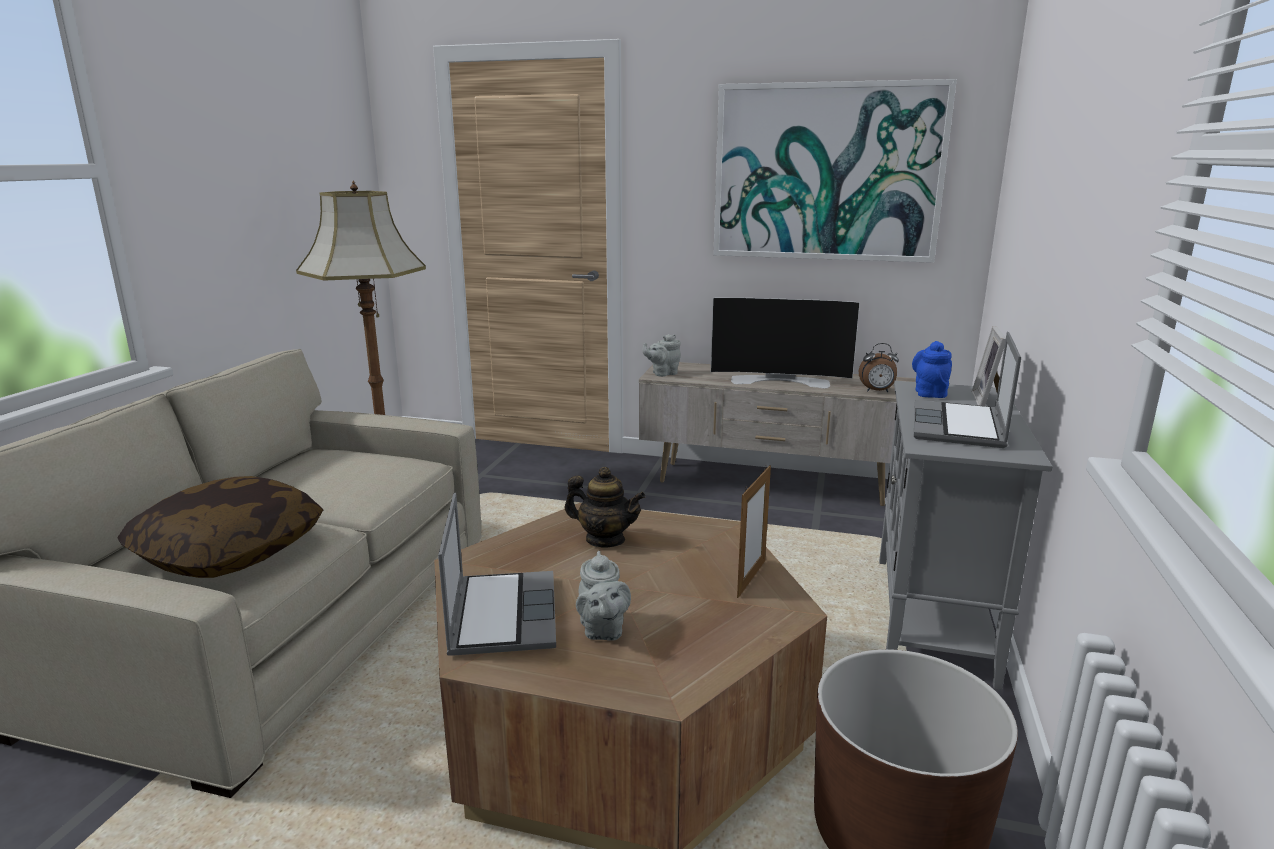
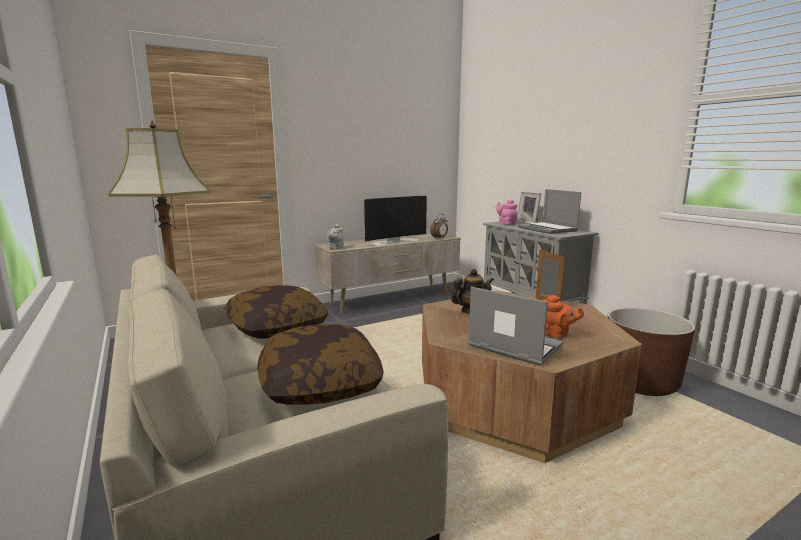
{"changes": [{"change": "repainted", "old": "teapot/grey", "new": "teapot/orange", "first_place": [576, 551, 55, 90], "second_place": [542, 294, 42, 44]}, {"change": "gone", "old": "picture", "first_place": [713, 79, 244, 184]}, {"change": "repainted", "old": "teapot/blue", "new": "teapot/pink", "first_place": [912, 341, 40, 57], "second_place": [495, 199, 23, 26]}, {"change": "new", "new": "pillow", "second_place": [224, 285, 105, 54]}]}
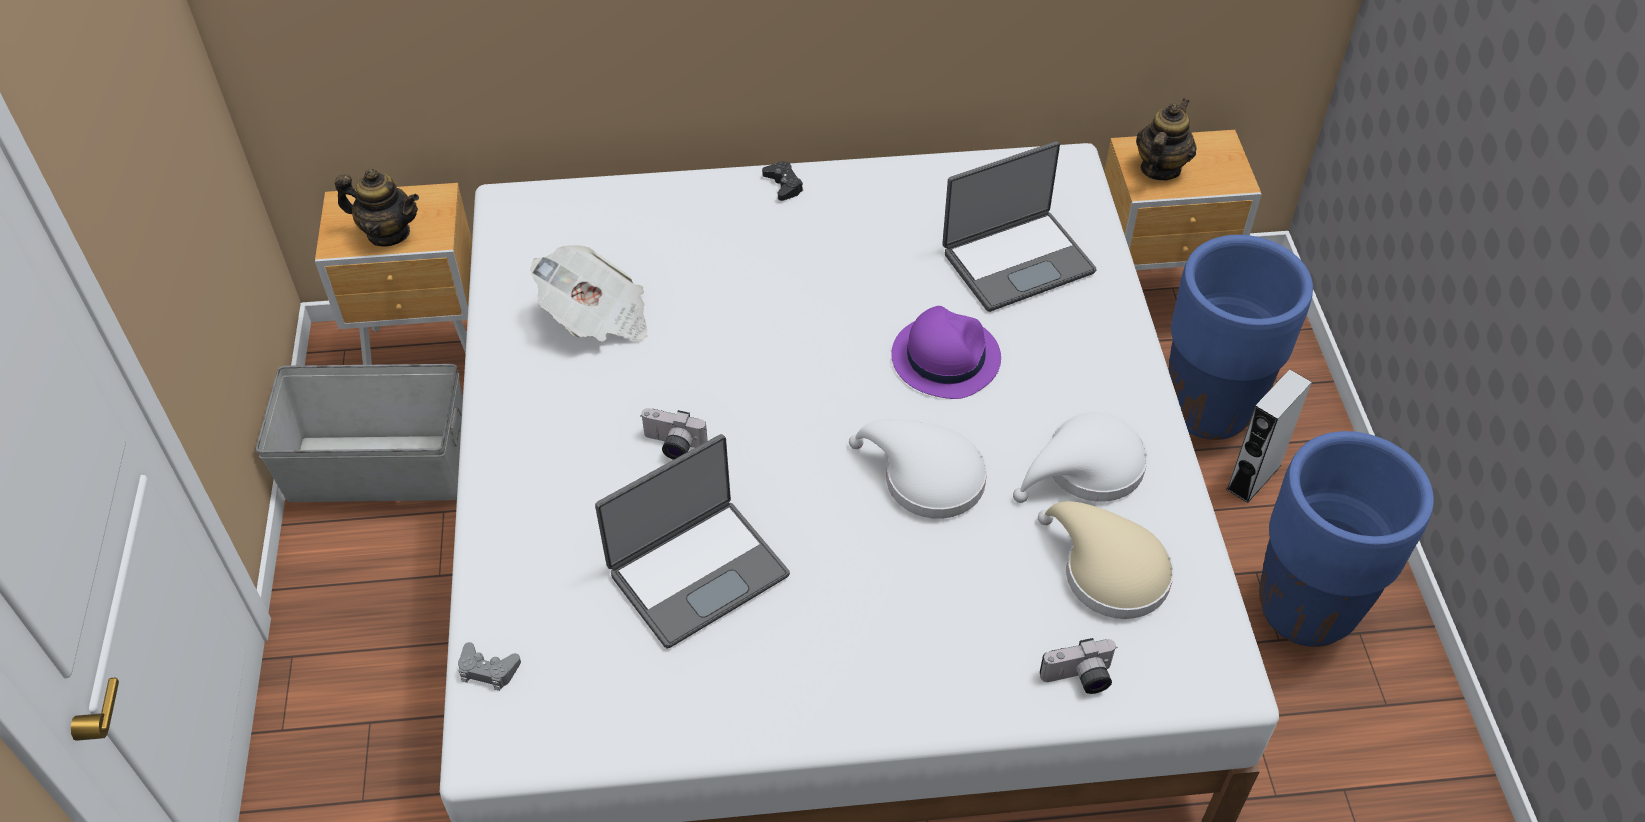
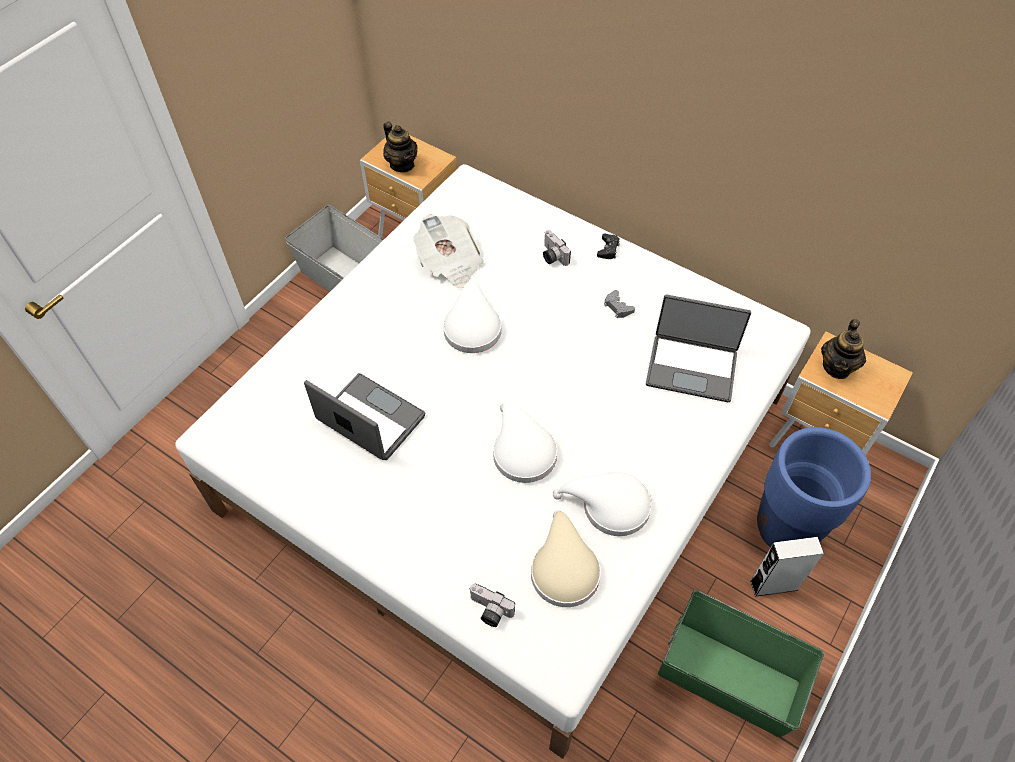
{"changes": [{"change": "shifted", "old": "game controller/grey", "first_place": [458, 642, 63, 49], "second_place": [604, 290, 31, 28]}, {"change": "rotated", "old": "laptop", "first_place": [595, 434, 195, 214], "second_place": [304, 373, 121, 87], "degrees": -150}, {"change": "shifted", "old": "photo camera", "first_place": [640, 408, 68, 52], "second_place": [543, 230, 28, 36]}, {"change": "gone", "old": "hat/purple", "first_place": [891, 306, 110, 93]}, {"change": "rotated", "old": "teapot", "first_place": [1136, 98, 61, 82], "second_place": [821, 319, 45, 60], "degrees": 135}, {"change": "swapped", "old": "planter/blue", "new": "storage box/green", "first_place": [1259, 431, 175, 216], "second_place": [658, 590, 166, 147]}, {"change": "new", "new": "hat/white", "second_place": [443, 281, 59, 72]}]}
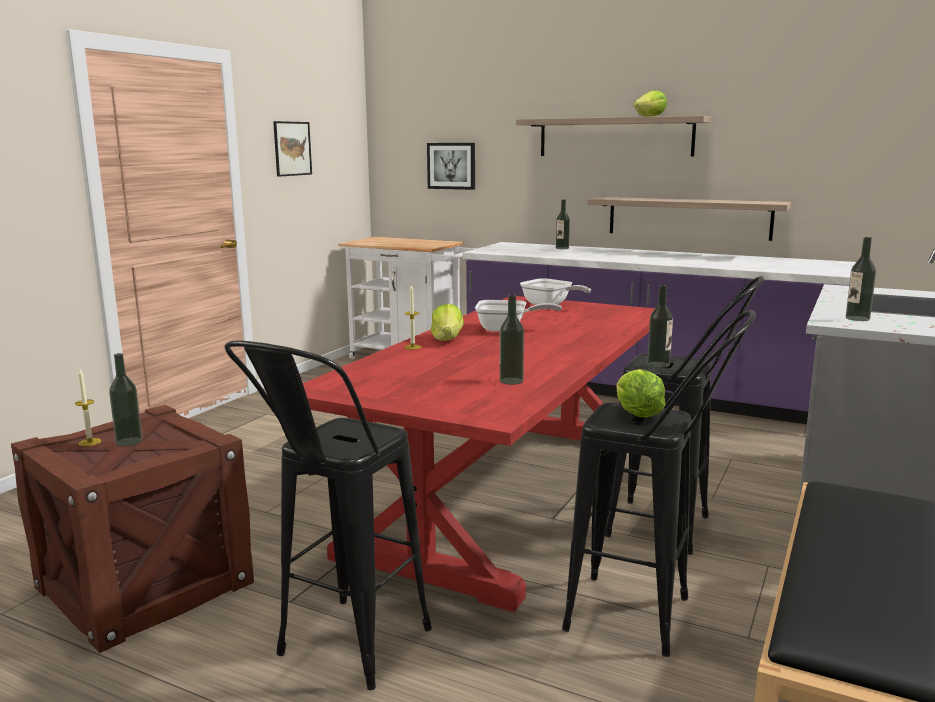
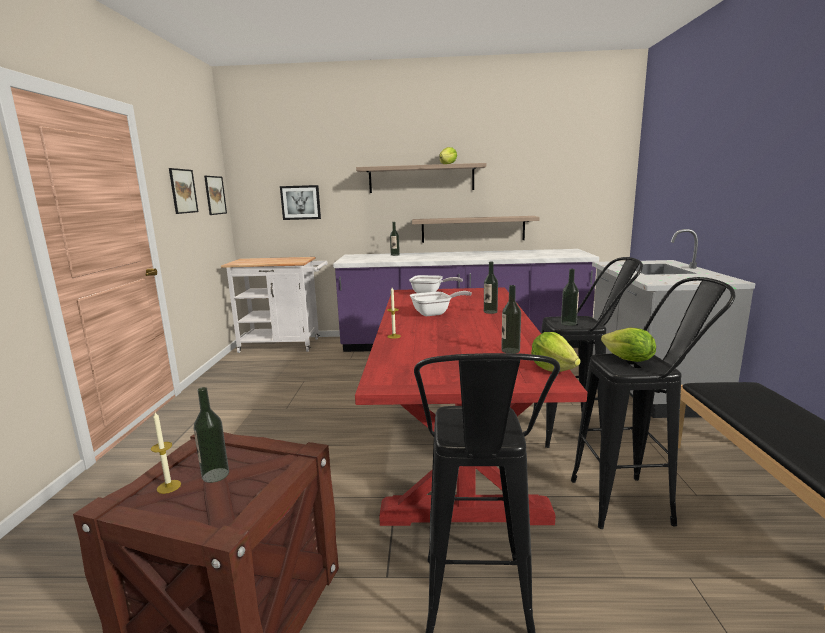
{"changes": [{"change": "shifted", "old": "lettuce", "first_place": [431, 304, 33, 37], "second_place": [531, 332, 50, 40]}, {"change": "shifted", "old": "bottle", "first_place": [846, 237, 30, 84], "second_place": [484, 262, 14, 52]}, {"change": "new", "new": "picture", "second_place": [204, 176, 23, 39]}]}
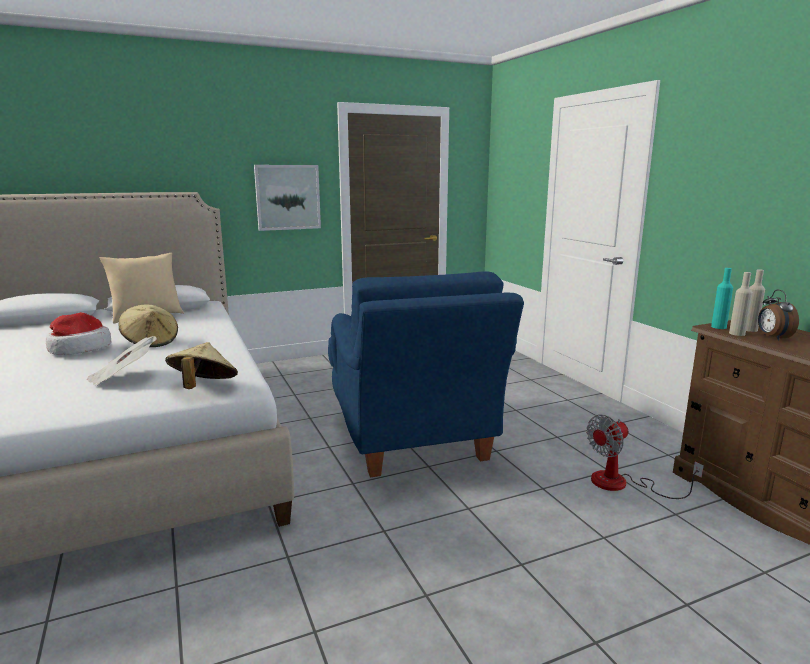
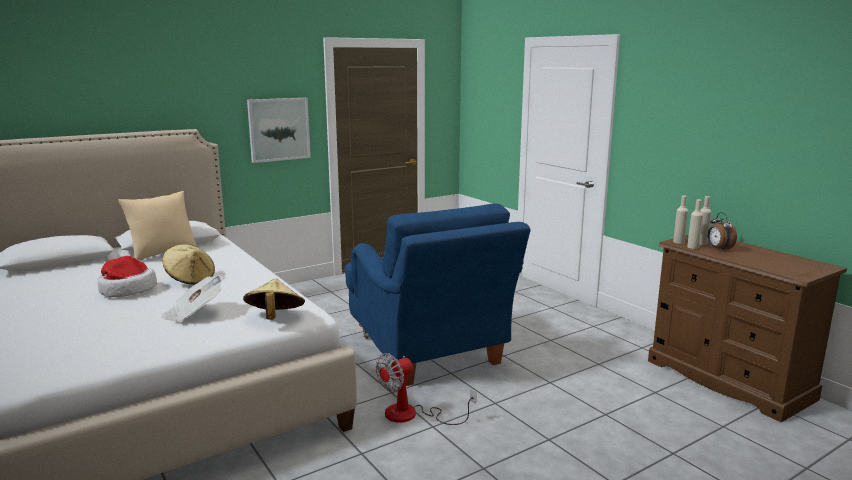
{"changes": [{"change": "shifted", "old": "fan", "first_place": [586, 415, 118, 84], "second_place": [376, 353, 100, 72]}, {"change": "repainted", "old": "bottle/turquoise", "new": "bottle/beige", "first_place": [711, 268, 22, 61], "second_place": [673, 195, 15, 49]}]}
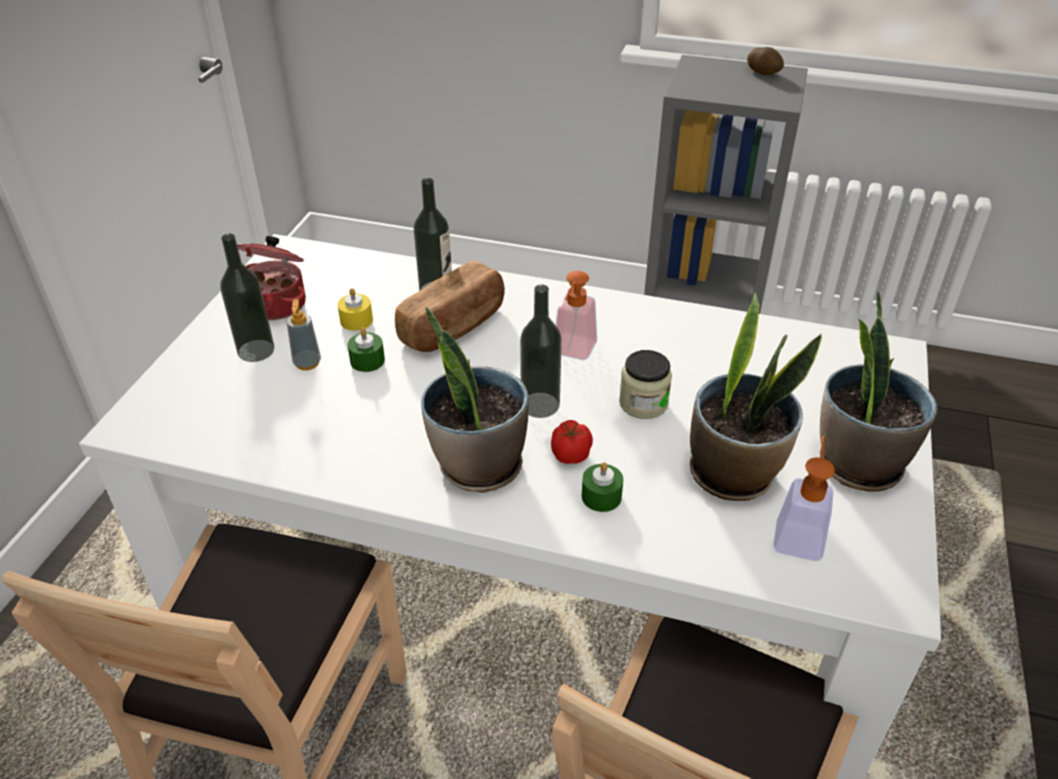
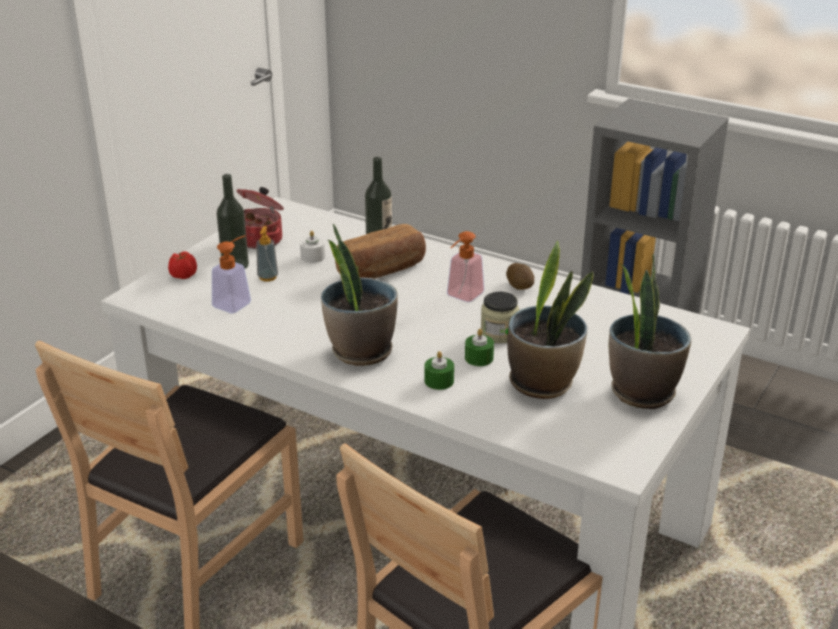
{"changes": [{"change": "repainted", "old": "candle/yellow", "new": "candle/white", "first_place": [337, 288, 36, 43], "second_place": [300, 231, 25, 32]}, {"change": "shifted", "old": "candle/green", "first_place": [348, 328, 37, 44], "second_place": [465, 329, 29, 37]}, {"change": "gone", "old": "bottle", "first_place": [520, 284, 42, 134]}, {"change": "shifted", "old": "tomato", "first_place": [551, 420, 42, 44], "second_place": [168, 251, 29, 28]}, {"change": "shifted", "old": "potato", "first_place": [747, 47, 37, 28], "second_place": [506, 263, 28, 27]}, {"change": "shifted", "old": "soap dispenser", "first_place": [773, 436, 62, 125], "second_place": [212, 235, 39, 78]}]}
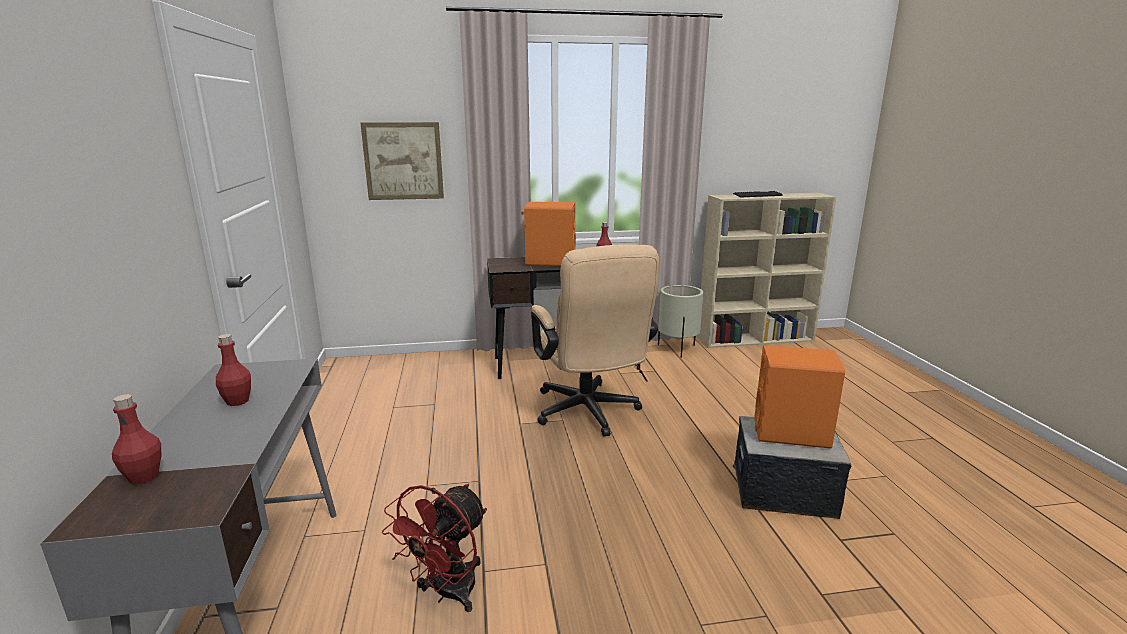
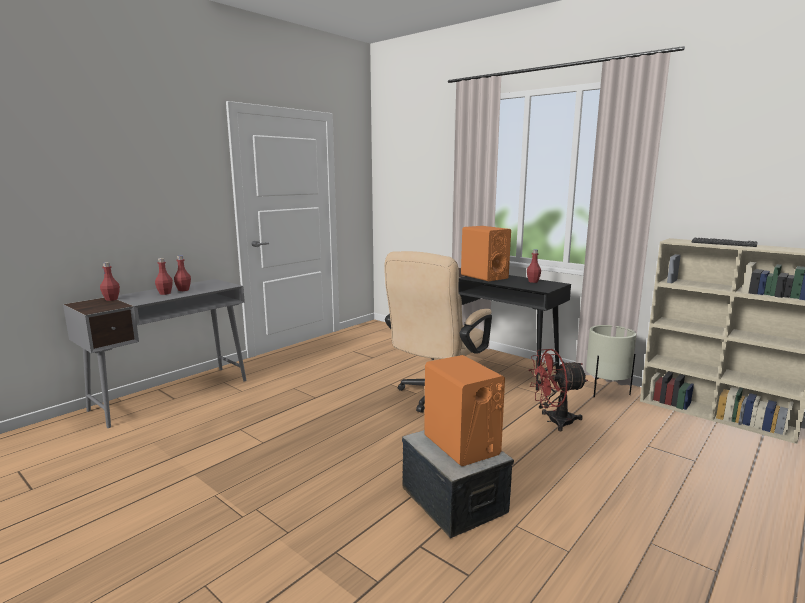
{"changes": [{"change": "gone", "old": "picture", "first_place": [360, 122, 84, 78]}, {"change": "shifted", "old": "fan/red", "first_place": [382, 484, 105, 128], "second_place": [528, 349, 60, 82]}, {"change": "new", "new": "bottle/red", "second_place": [155, 258, 18, 37]}]}
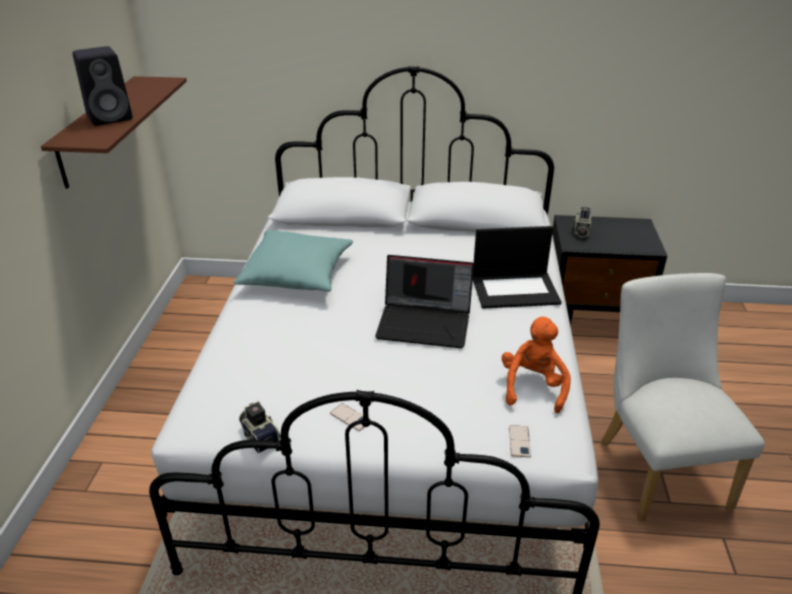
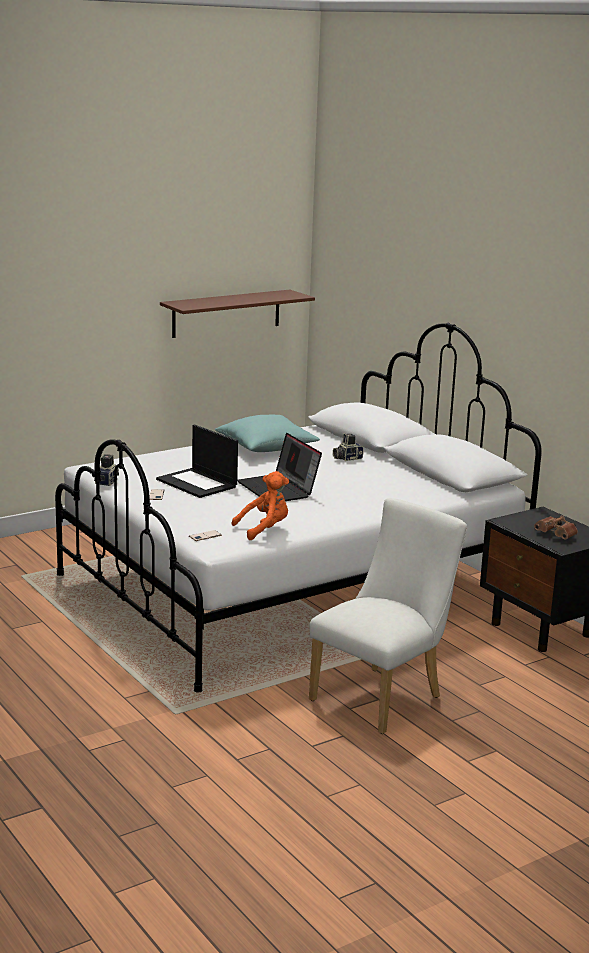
{"changes": [{"change": "gone", "old": "speaker/black", "first_place": [73, 46, 60, 80]}, {"change": "shifted", "old": "laptop", "first_place": [473, 226, 89, 83], "second_place": [156, 424, 82, 74]}, {"change": "shifted", "old": "photo camera", "first_place": [573, 207, 18, 31], "second_place": [333, 433, 30, 28]}, {"change": "new", "new": "binoculars/brown", "second_place": [534, 515, 44, 25]}]}
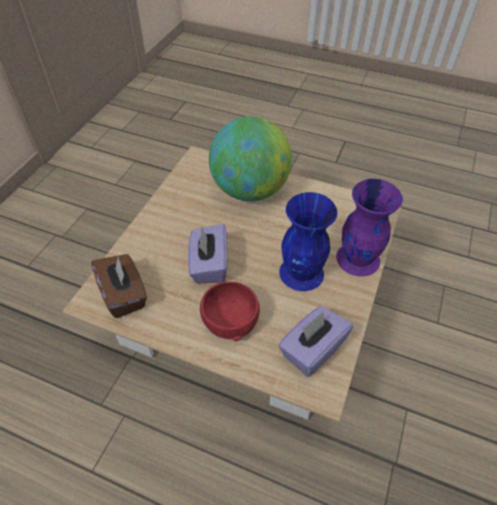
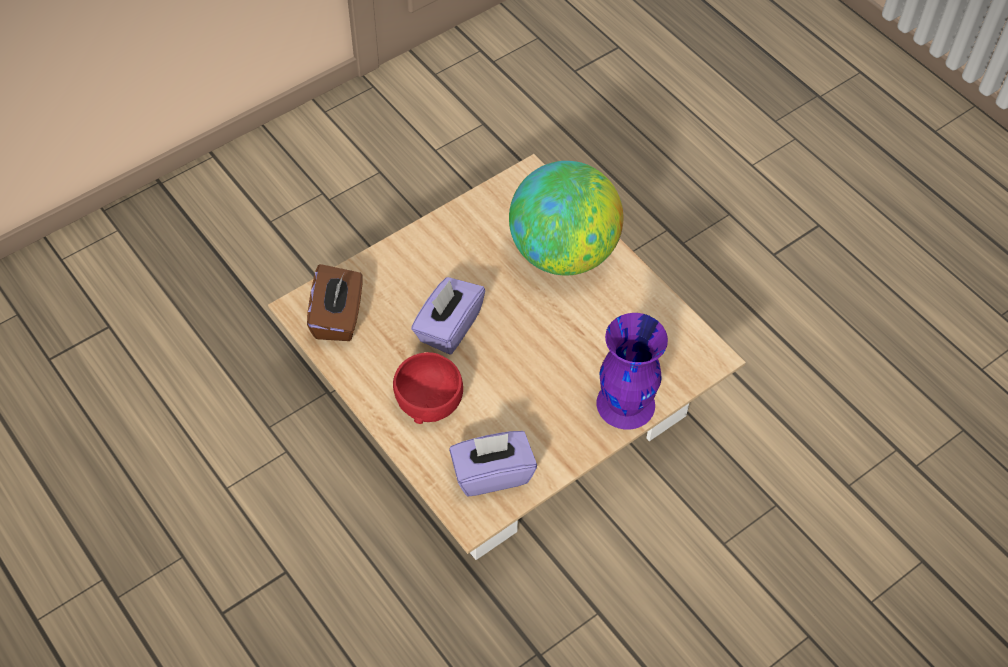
{"changes": [{"change": "gone", "old": "vase/blue", "first_place": [279, 192, 59, 99]}]}
